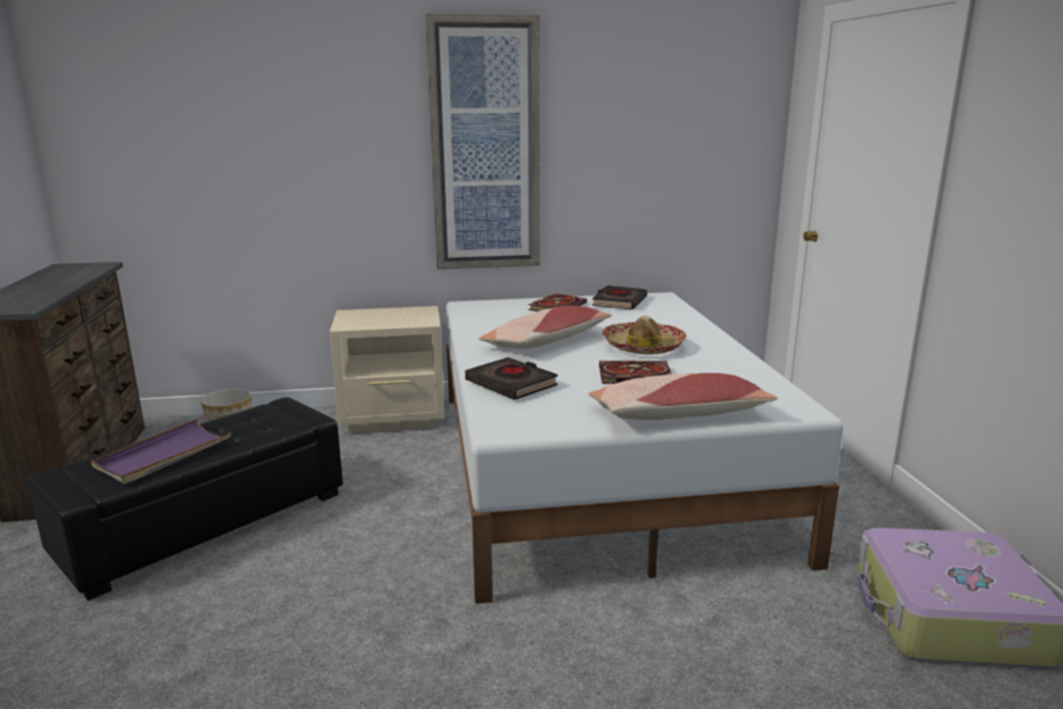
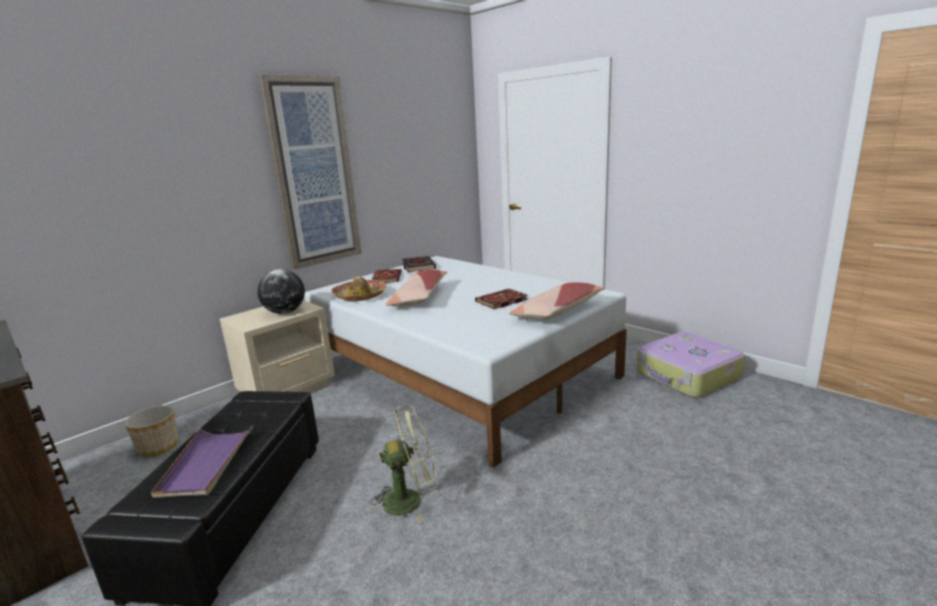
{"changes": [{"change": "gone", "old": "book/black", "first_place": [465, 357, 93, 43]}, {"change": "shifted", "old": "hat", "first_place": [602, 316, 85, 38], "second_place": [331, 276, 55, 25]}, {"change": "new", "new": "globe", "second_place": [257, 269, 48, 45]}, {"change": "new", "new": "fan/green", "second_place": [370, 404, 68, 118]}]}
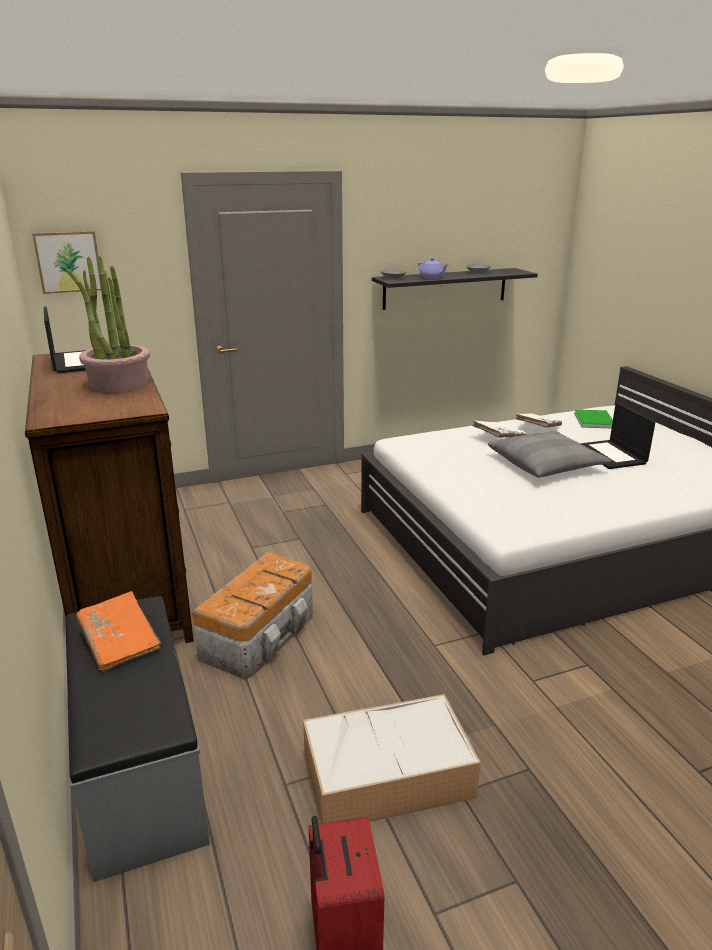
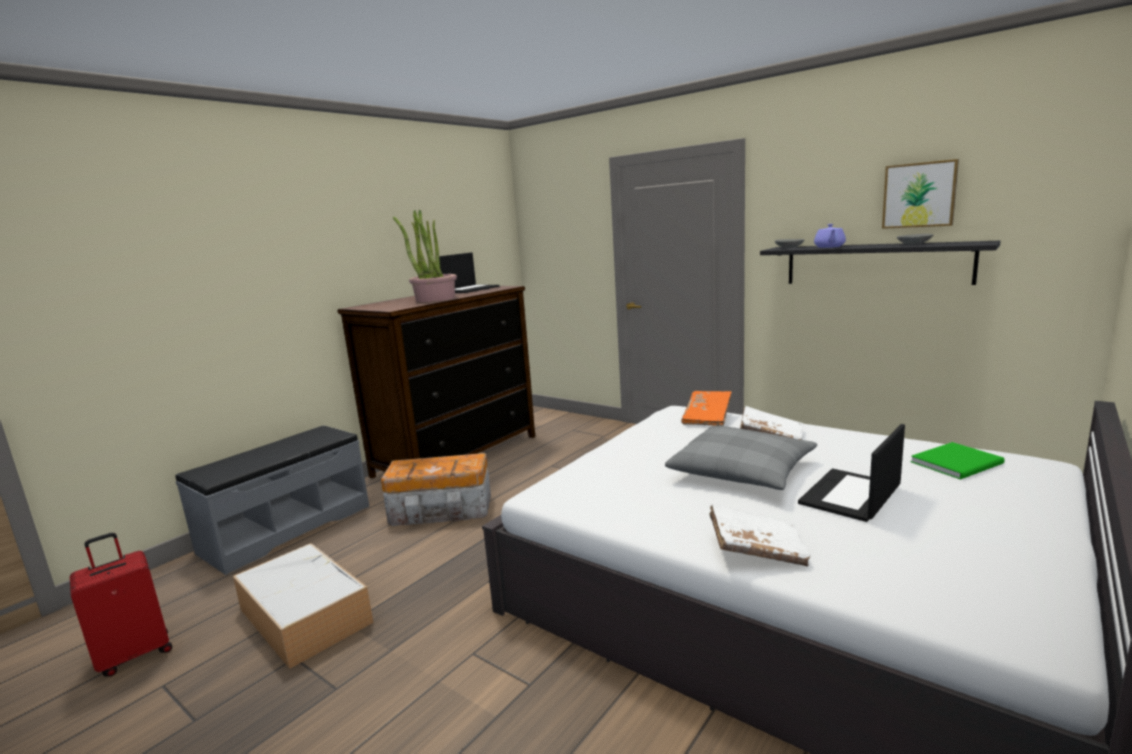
{"changes": [{"change": "shifted", "old": "picture", "first_place": [32, 231, 69, 63], "second_place": [882, 159, 77, 70]}, {"change": "shifted", "old": "book/orange", "first_place": [76, 591, 85, 81], "second_place": [681, 391, 51, 35]}, {"change": "shifted", "old": "book/white", "first_place": [516, 413, 46, 15], "second_place": [709, 504, 102, 63]}]}
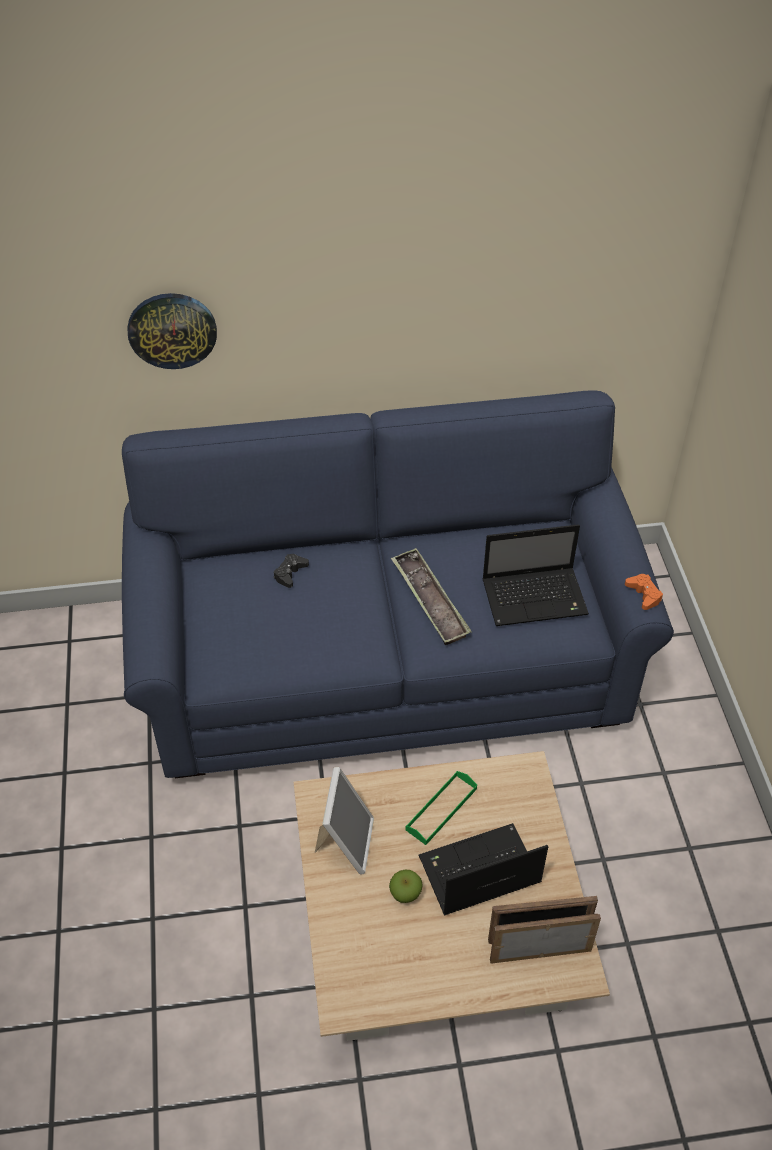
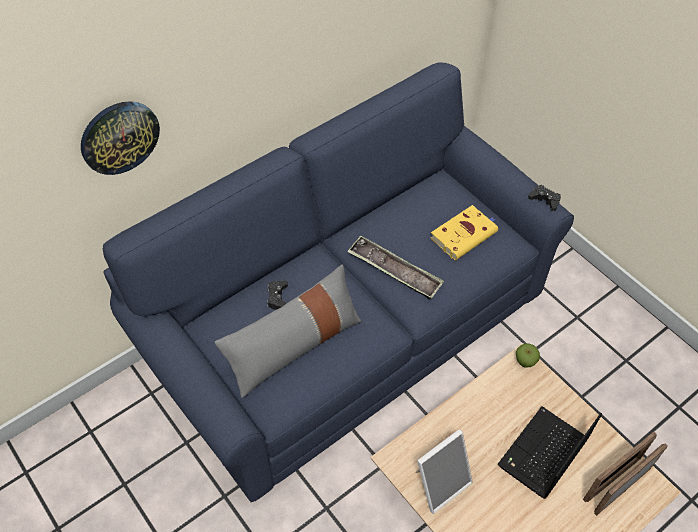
{"changes": [{"change": "rotated", "old": "picture frame", "first_place": [315, 767, 59, 107], "second_place": [416, 429, 57, 85], "degrees": 75}, {"change": "shifted", "old": "apple", "first_place": [389, 870, 34, 33], "second_place": [516, 343, 24, 25]}, {"change": "gone", "old": "tray/green", "first_place": [406, 771, 71, 74]}, {"change": "swapped", "old": "laptop", "new": "book/yellow", "first_place": [482, 524, 107, 102], "second_place": [430, 205, 68, 55]}, {"change": "repainted", "old": "game controller/orange", "new": "game controller/black", "first_place": [625, 574, 38, 36], "second_place": [528, 185, 33, 26]}, {"change": "new", "new": "pillow/grey", "second_place": [214, 264, 148, 134]}]}
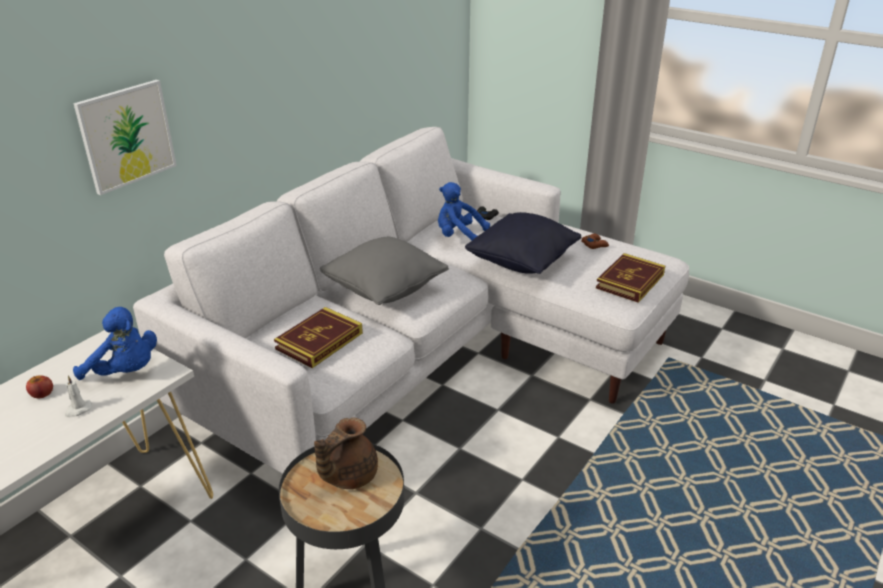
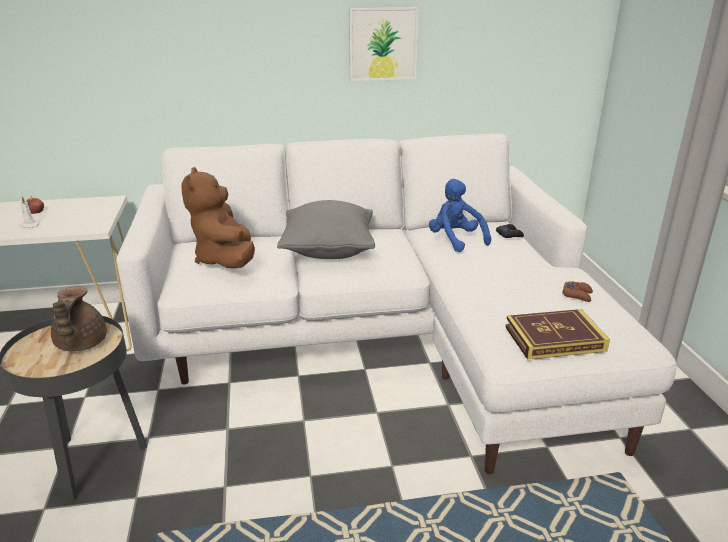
{"changes": [{"change": "shifted", "old": "picture", "first_place": [73, 80, 104, 115], "second_place": [349, 7, 70, 74]}, {"change": "gone", "old": "plush toy/blue", "first_place": [73, 307, 84, 73]}, {"change": "swapped", "old": "book", "new": "plush toy/brown", "first_place": [274, 307, 89, 61], "second_place": [182, 167, 73, 101]}, {"change": "rotated", "old": "teapot/brown", "first_place": [314, 418, 64, 71], "second_place": [51, 287, 56, 64], "degrees": -90}, {"change": "gone", "old": "pillow/black", "first_place": [465, 212, 116, 62]}]}
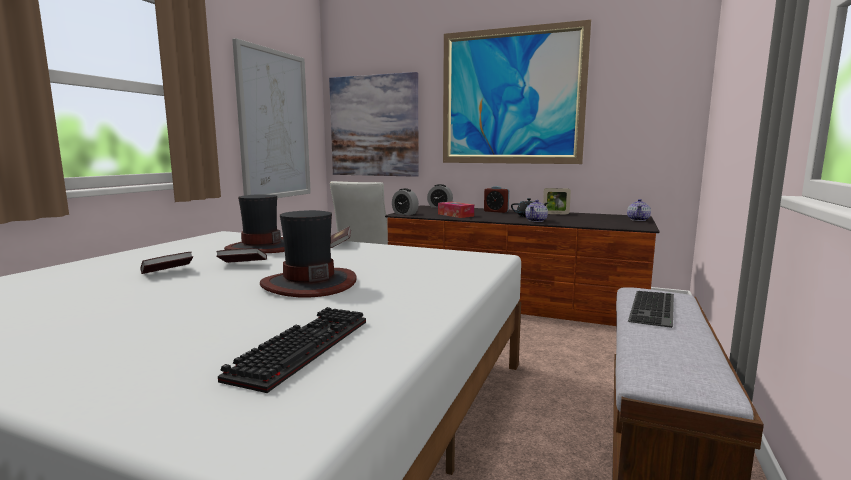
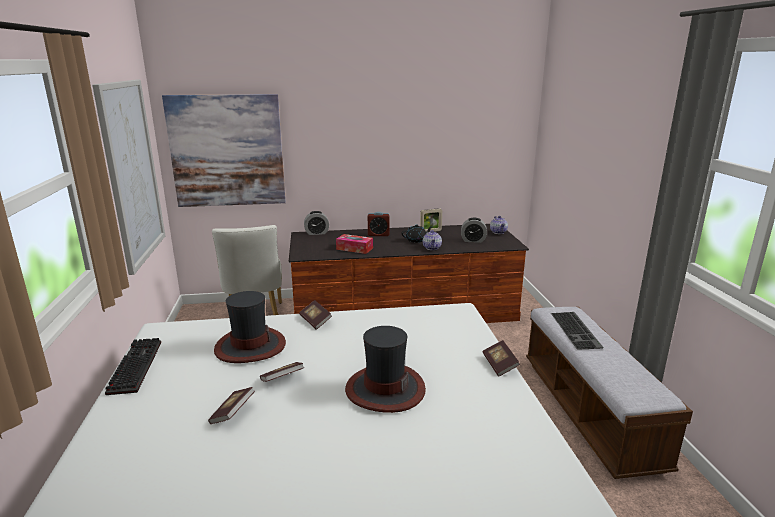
{"changes": [{"change": "shifted", "old": "keyboard", "first_place": [218, 307, 148, 86], "second_place": [105, 338, 56, 57]}, {"change": "shifted", "old": "alarm clock", "first_place": [392, 188, 27, 27], "second_place": [461, 218, 26, 25]}, {"change": "gone", "old": "picture", "first_place": [443, 20, 148, 144]}, {"change": "new", "new": "book", "second_place": [483, 340, 37, 37]}]}
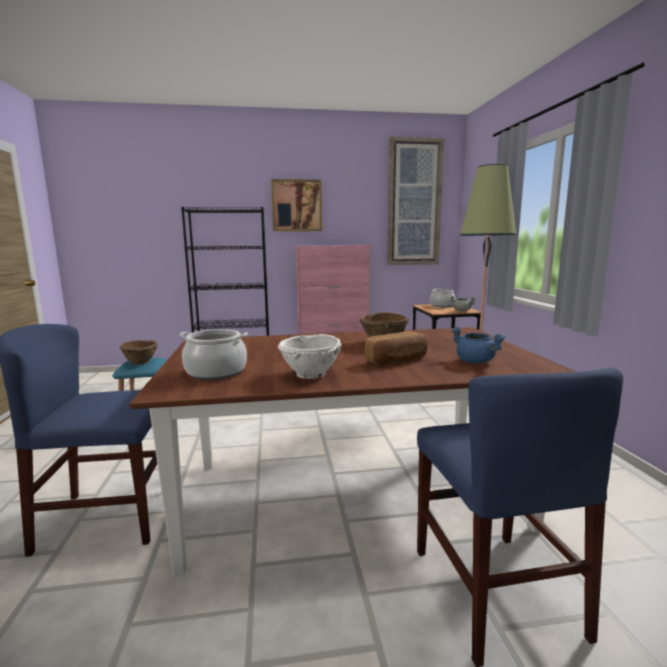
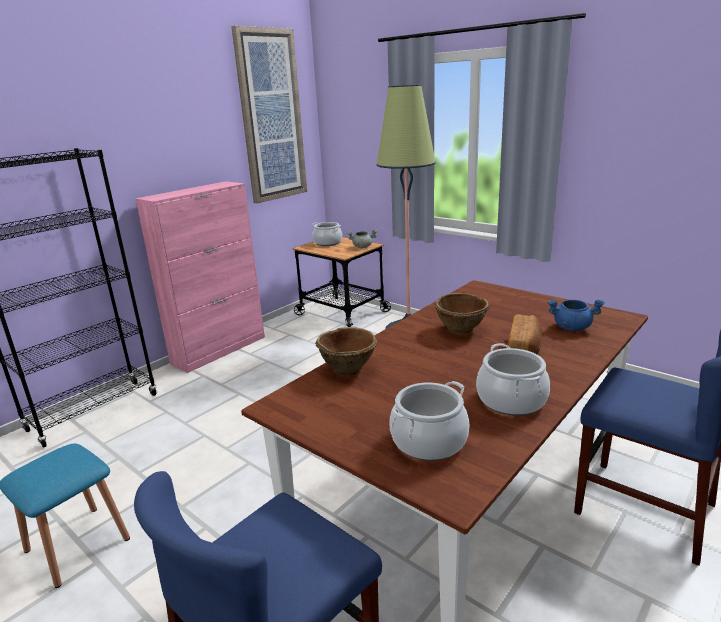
{"changes": [{"change": "shifted", "old": "bowl/brown", "first_place": [119, 340, 39, 25], "second_place": [315, 327, 62, 49]}, {"change": "gone", "old": "picture", "first_place": [271, 179, 51, 52]}, {"change": "swapped", "old": "bowl/white", "new": "cooking pot", "first_place": [278, 334, 64, 45], "second_place": [476, 343, 74, 73]}]}
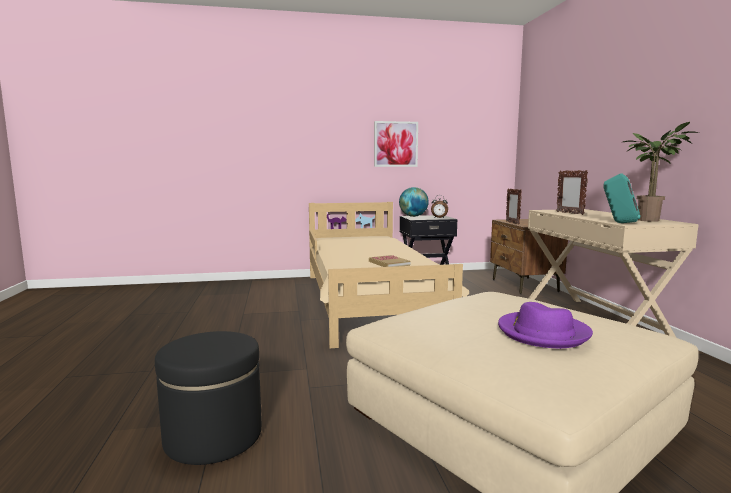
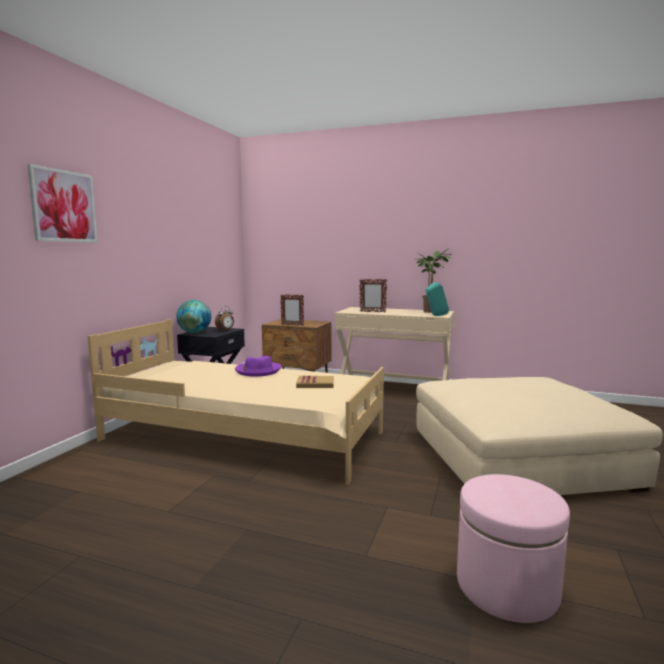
{"changes": [{"change": "repainted", "old": "ottoman/black", "new": "ottoman/pink", "first_place": [155, 331, 107, 134], "second_place": [457, 474, 113, 149]}, {"change": "shifted", "old": "picture", "first_place": [374, 121, 44, 46], "second_place": [27, 164, 71, 79]}, {"change": "shifted", "old": "hat/purple", "first_place": [498, 302, 95, 46], "second_place": [235, 356, 46, 20]}]}
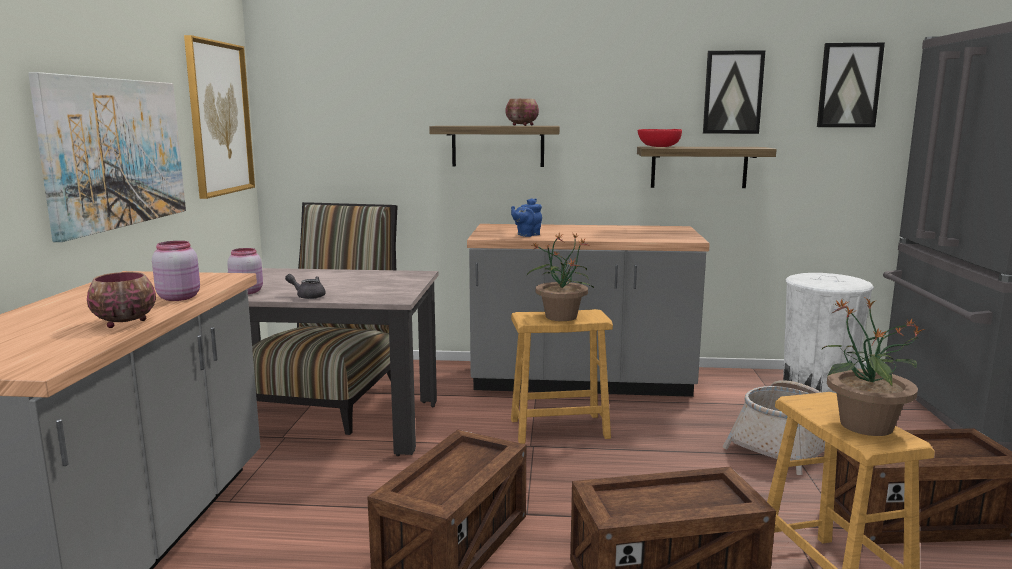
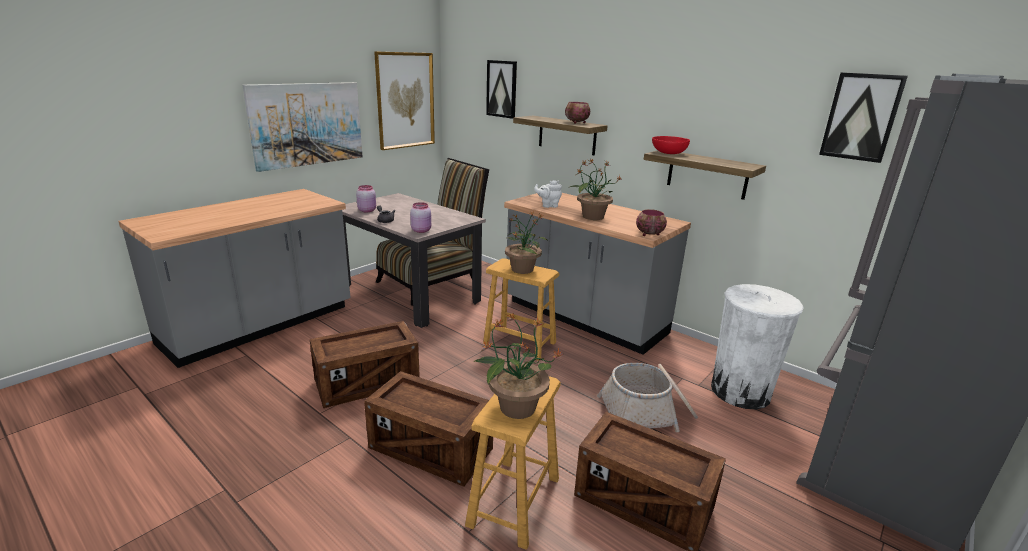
{"changes": [{"change": "shifted", "old": "bowl", "first_place": [87, 272, 69, 56], "second_place": [636, 209, 31, 27]}, {"change": "shifted", "old": "jar/pink", "first_place": [152, 241, 48, 60], "second_place": [410, 202, 21, 31]}, {"change": "repainted", "old": "teapot/blue", "new": "teapot/white", "first_place": [511, 198, 31, 39], "second_place": [534, 180, 28, 28]}, {"change": "shifted", "old": "picture", "first_place": [703, 50, 62, 84], "second_place": [486, 60, 31, 59]}, {"change": "new", "new": "potted plant", "second_place": [570, 159, 52, 61]}]}
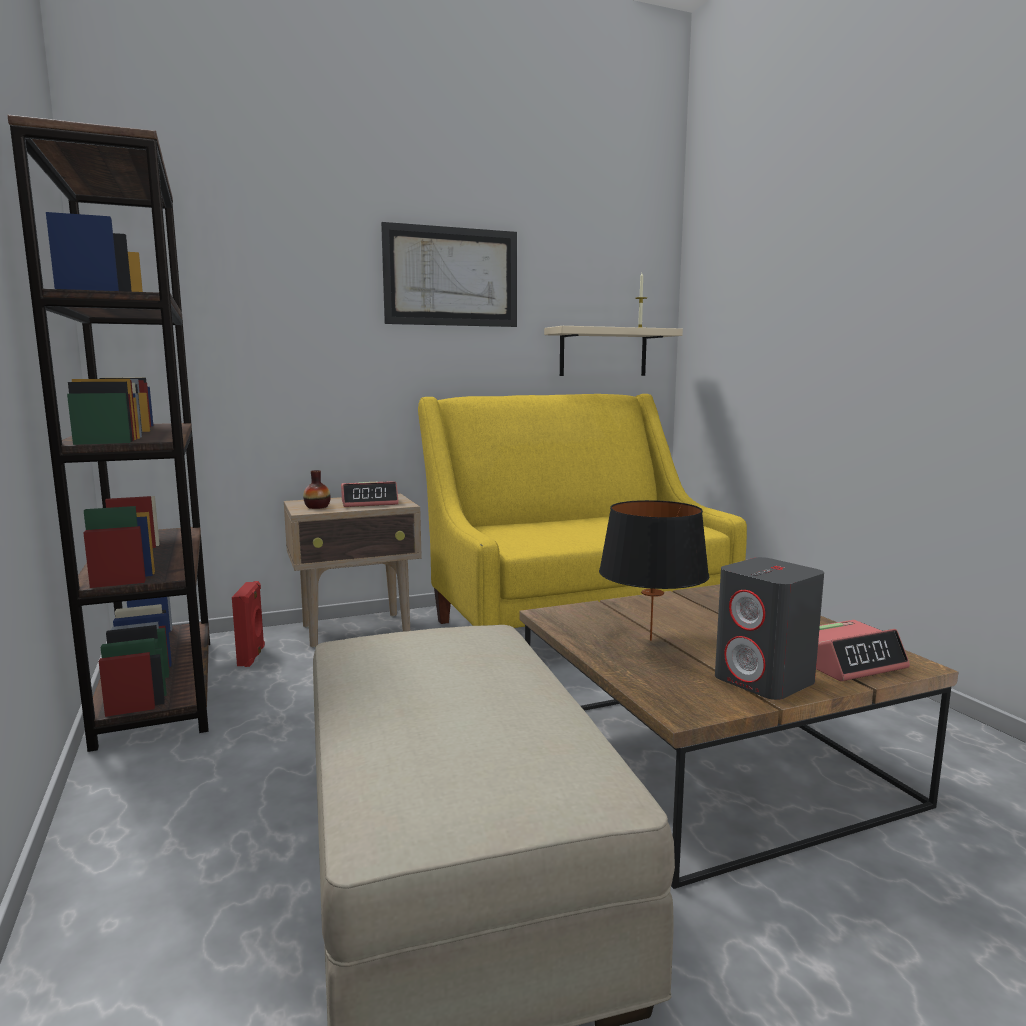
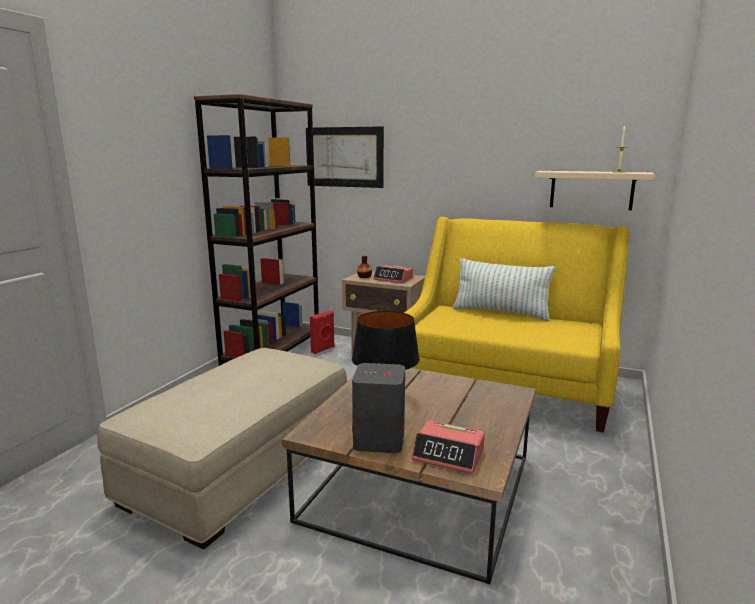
{"changes": [{"change": "shifted", "old": "picture", "first_place": [381, 222, 136, 105], "second_place": [306, 126, 78, 62]}, {"change": "new", "new": "pillow", "second_place": [453, 258, 103, 63]}]}
